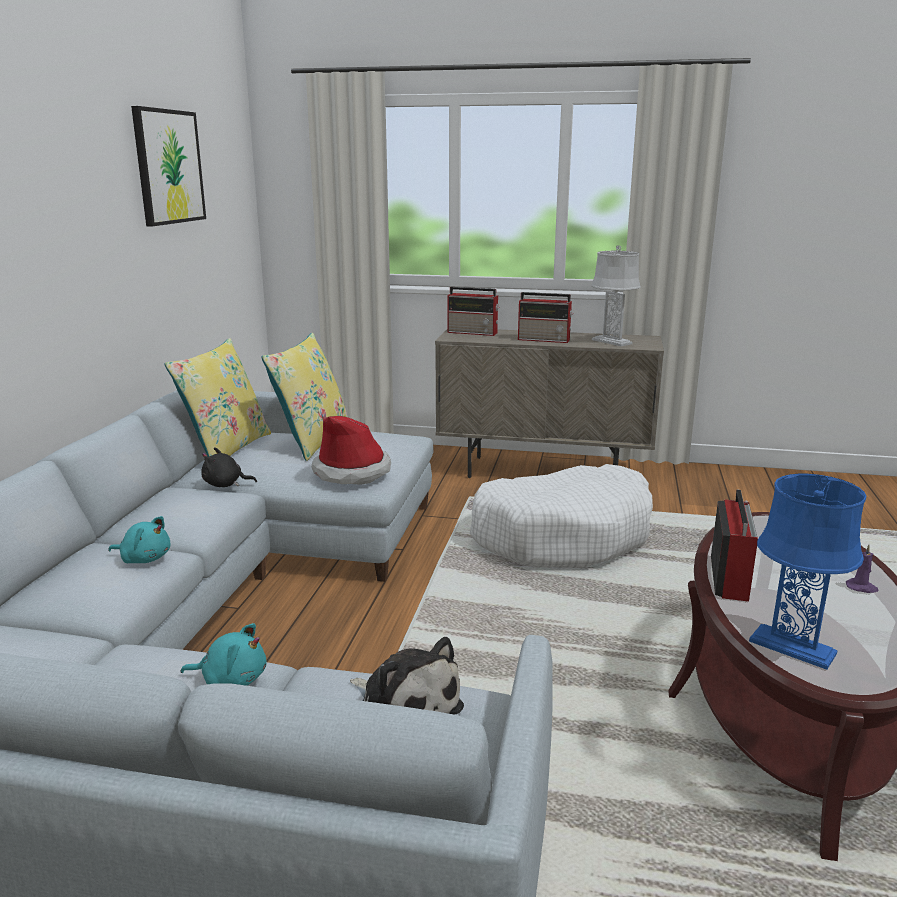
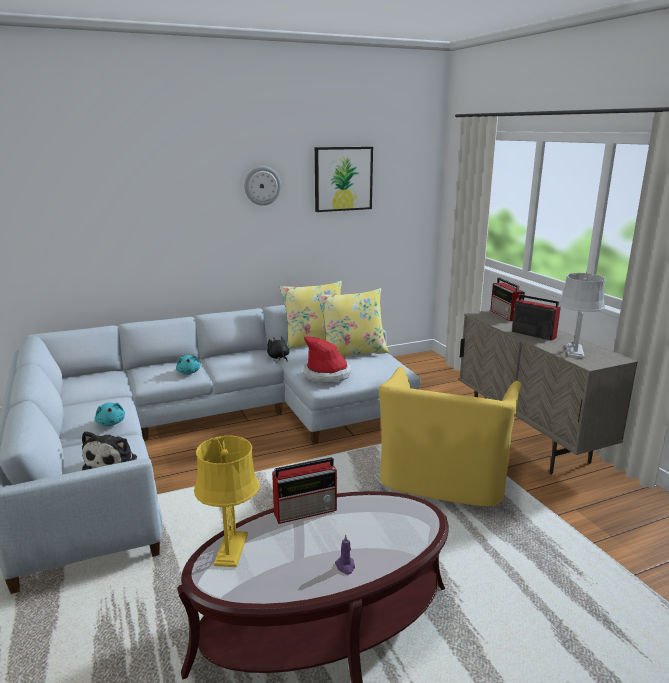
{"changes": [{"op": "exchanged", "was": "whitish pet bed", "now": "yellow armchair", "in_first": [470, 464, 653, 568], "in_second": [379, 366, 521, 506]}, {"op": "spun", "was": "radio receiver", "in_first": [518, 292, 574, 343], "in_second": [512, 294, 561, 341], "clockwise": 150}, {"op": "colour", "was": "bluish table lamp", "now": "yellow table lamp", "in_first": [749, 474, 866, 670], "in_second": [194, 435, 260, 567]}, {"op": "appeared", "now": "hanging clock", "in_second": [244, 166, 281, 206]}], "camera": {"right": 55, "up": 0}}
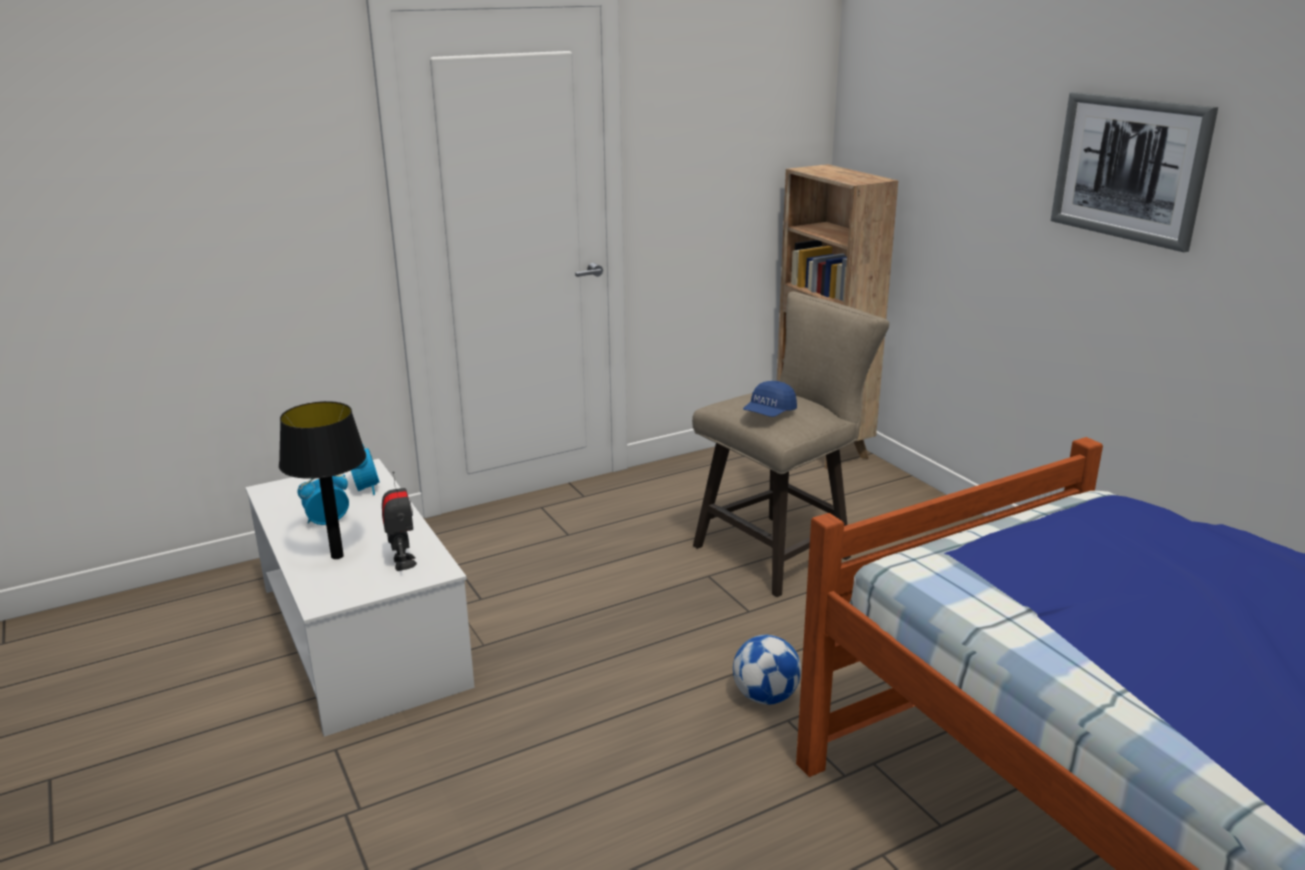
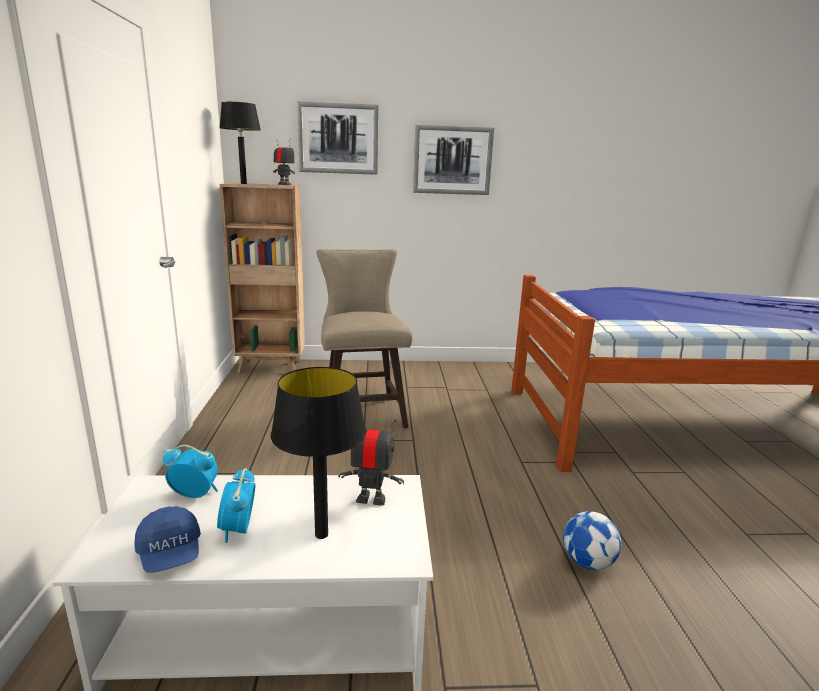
{"changes": [{"op": "relocated", "was": "ball for football", "in_first": [733, 635, 801, 705], "in_second": [563, 511, 621, 570]}, {"op": "relocated", "was": "bluish peaked cap", "in_first": [743, 381, 797, 417], "in_second": [135, 506, 201, 573]}, {"op": "appeared", "now": "black table lamp", "in_second": [219, 102, 261, 184]}, {"op": "appeared", "now": "robot figure", "in_second": [273, 140, 295, 185]}, {"op": "appeared", "now": "picture", "in_second": [297, 101, 378, 175]}], "camera": {"right": -65, "up": -5}}
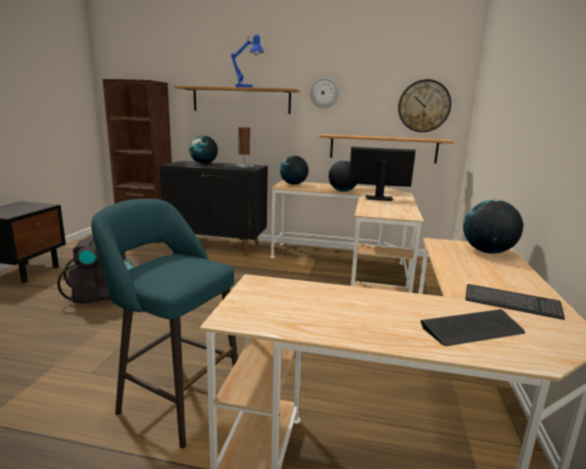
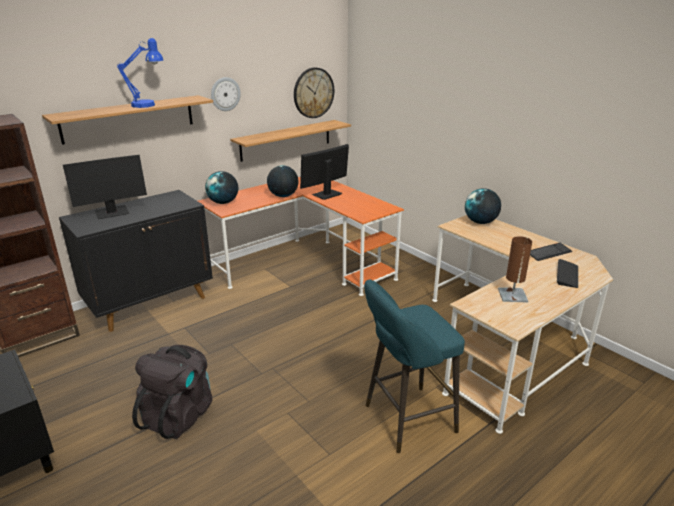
{"changes": [{"op": "exchanged", "was": "globe", "now": "computer display", "in_first": [189, 136, 218, 164], "in_second": [63, 155, 147, 219]}, {"op": "relocated", "was": "brown-coloured table lamp", "in_first": [234, 127, 255, 168], "in_second": [498, 236, 532, 303]}, {"op": "colour", "was": "beige desk table", "now": "orange desk table", "in_first": [270, 181, 424, 293], "in_second": [198, 177, 404, 296]}], "camera": {"right": -50, "up": 10}}
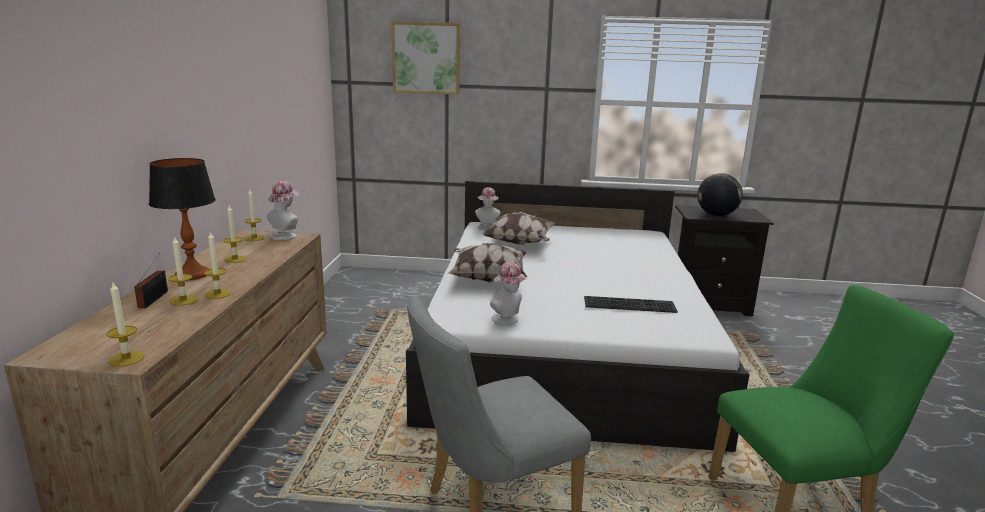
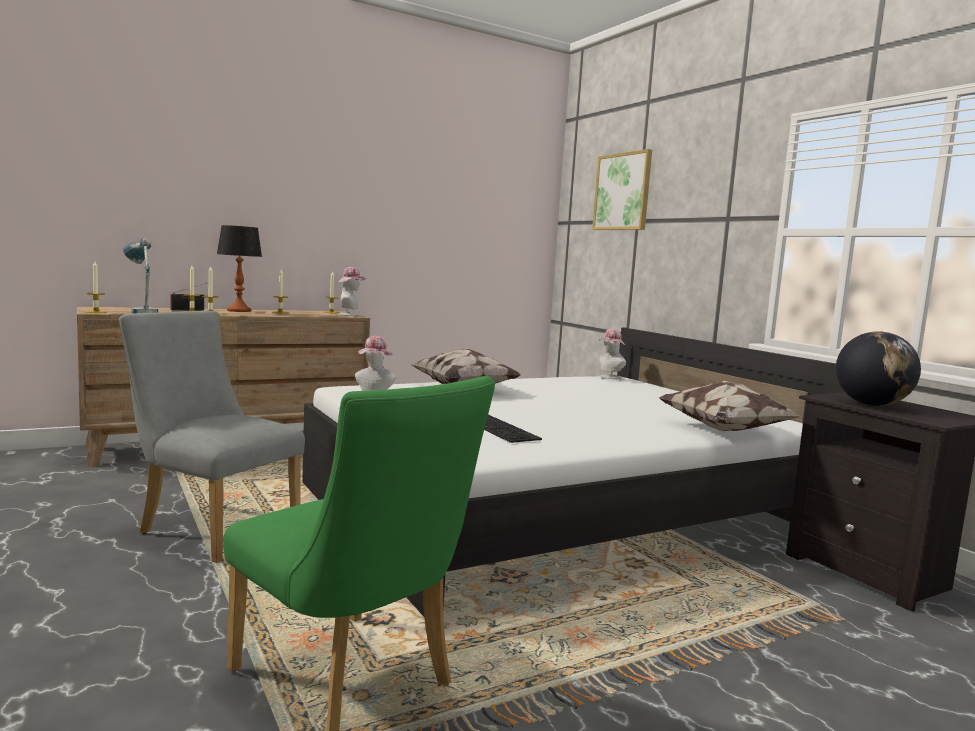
{"changes": [{"op": "relocated", "was": "throw pillow", "in_first": [483, 212, 556, 245], "in_second": [659, 381, 803, 431]}, {"op": "appeared", "now": "table lamp", "in_second": [123, 238, 158, 313]}], "camera": {"right": 55, "up": -10}}
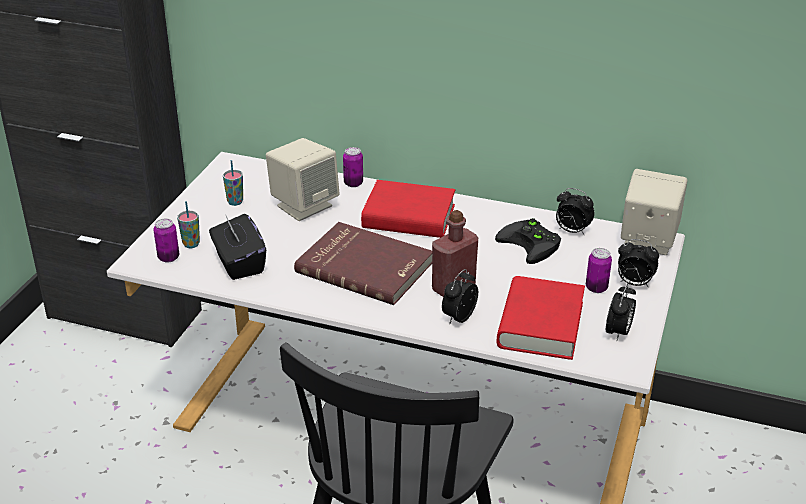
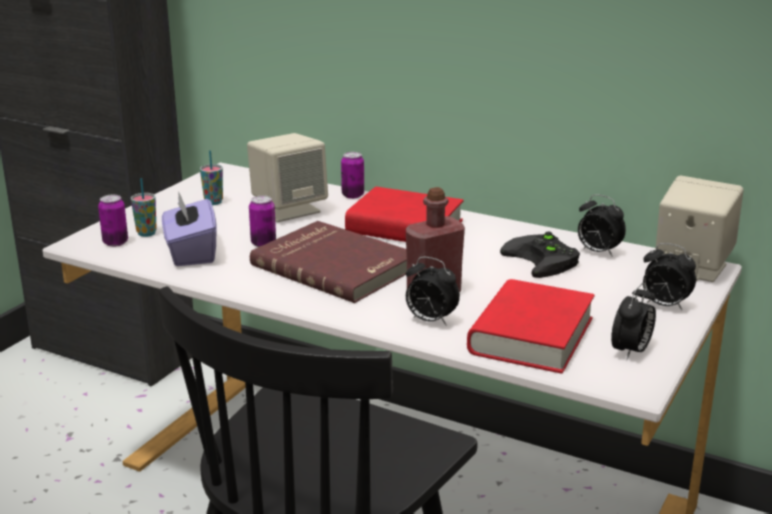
{"changes": [{"op": "colour", "was": "black tissue holder", "now": "purple-coloured tissue holder", "in_first": [209, 214, 266, 280], "in_second": [162, 191, 216, 266]}, {"op": "spun", "was": "bedside clock", "in_first": [442, 269, 478, 325], "in_second": [406, 257, 460, 326], "clockwise": -105}, {"op": "relocated", "was": "metal can", "in_first": [586, 248, 612, 293], "in_second": [249, 195, 276, 247]}], "camera": {"right": 10, "up": -10}}
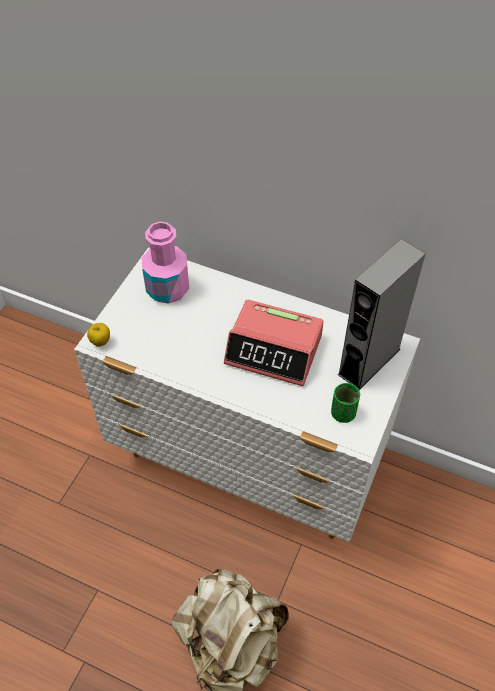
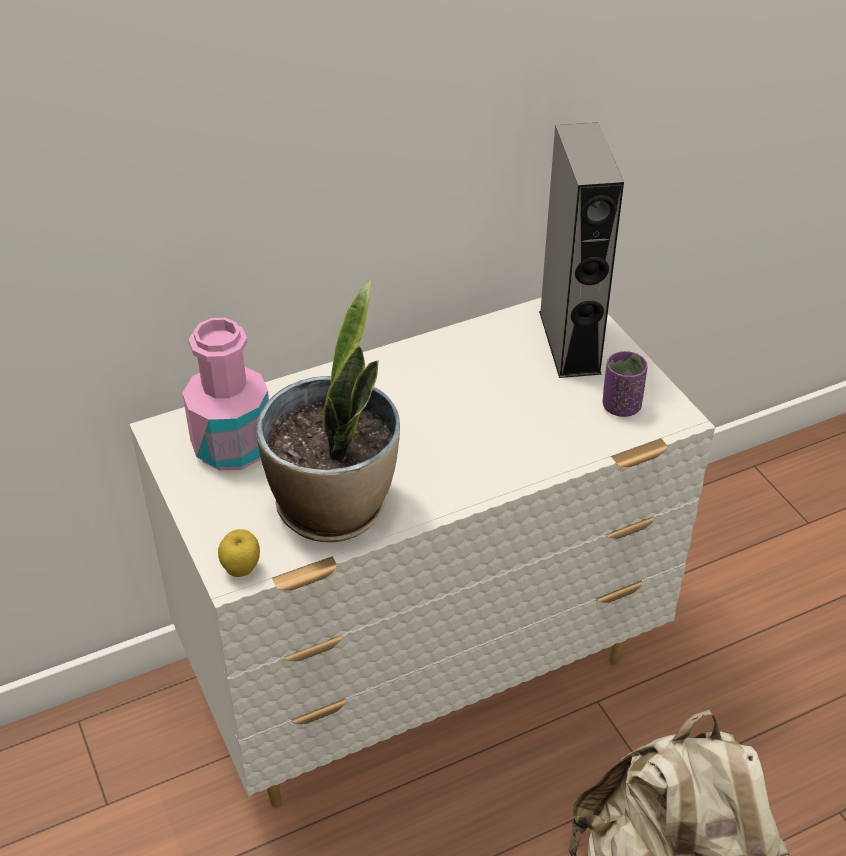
{"changes": [{"op": "missing", "was": "bedside clock", "in_first": [224, 300, 324, 386]}, {"op": "colour", "was": "green-coloured small cup", "now": "purple-coloured small cup", "in_first": [331, 383, 360, 423], "in_second": [602, 351, 648, 417]}, {"op": "appeared", "now": "houseplant", "in_second": [256, 281, 400, 542]}], "camera": {"right": -50, "up": -10}}
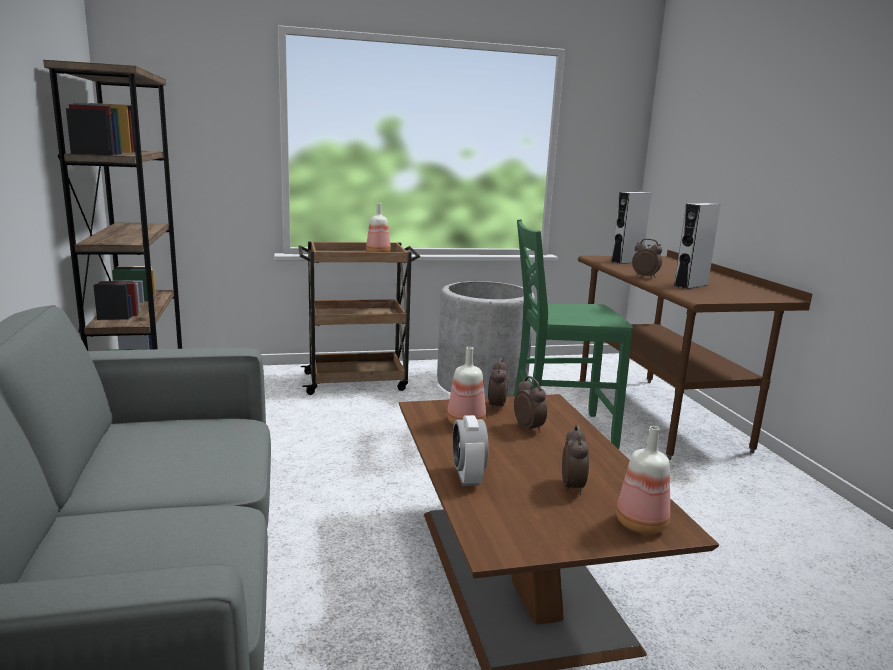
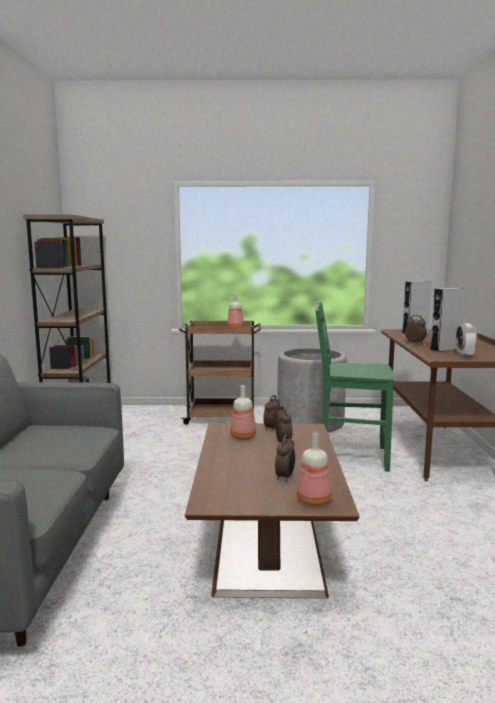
{"changes": [{"op": "relocated", "was": "bedside clock", "in_first": [452, 415, 489, 486], "in_second": [456, 323, 477, 358]}], "camera": {"right": 15, "up": -5}}
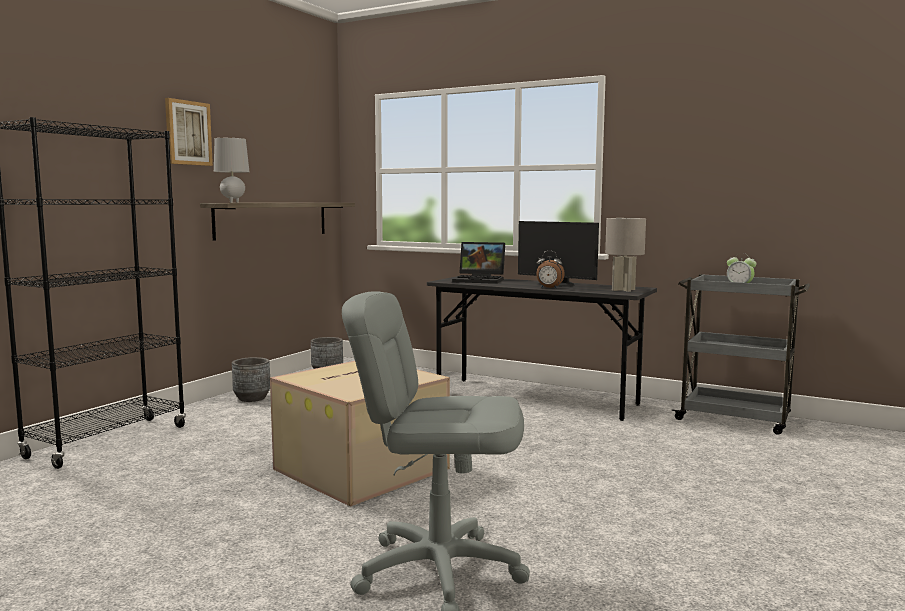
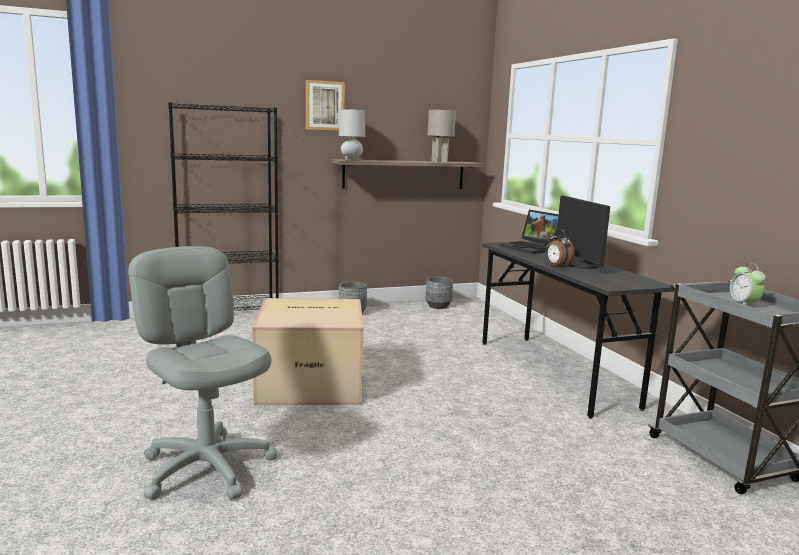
{"changes": [{"op": "relocated", "was": "grey table lamp", "in_first": [605, 218, 646, 292], "in_second": [428, 110, 456, 162]}], "camera": {"right": 40, "up": 5}}
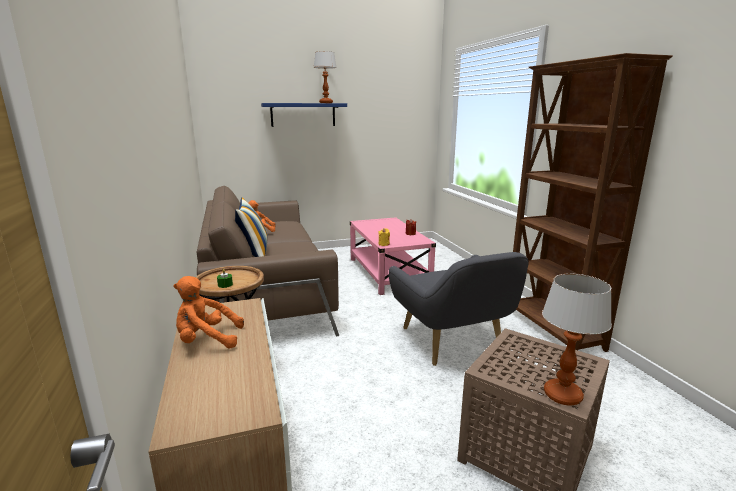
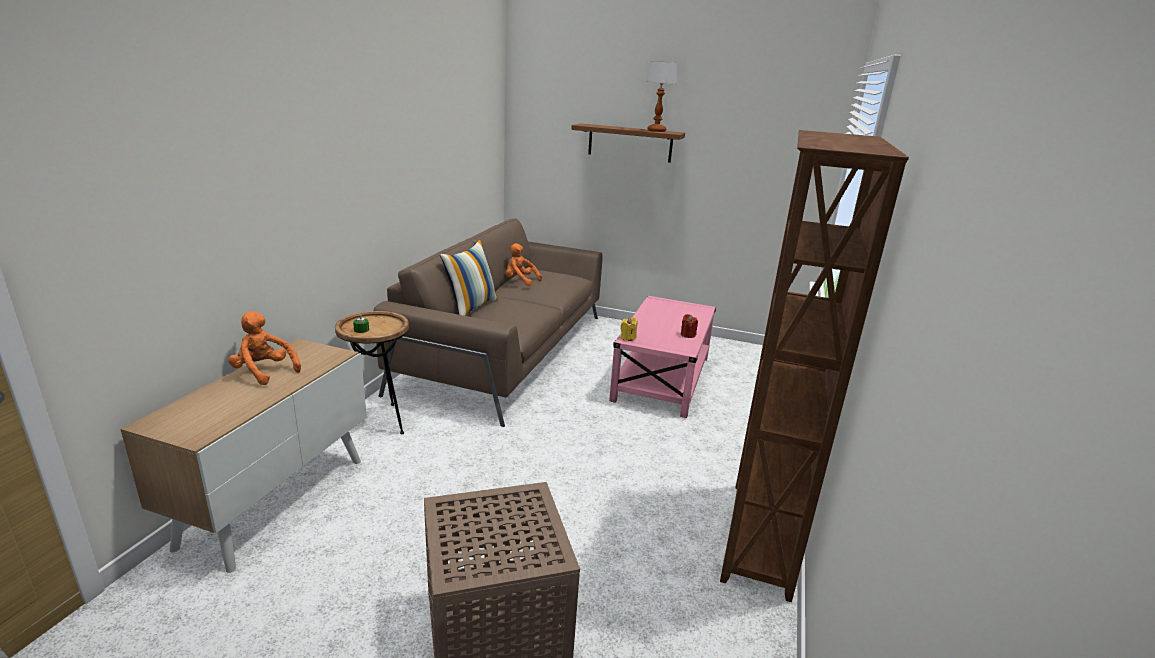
{"changes": [{"op": "colour", "was": "bluish shelf", "now": "brown-coloured shelf", "in_first": [261, 103, 347, 127], "in_second": [571, 123, 685, 163]}, {"op": "missing", "was": "grey armchair", "in_first": [389, 252, 529, 366]}, {"op": "missing", "was": "table lamp", "in_first": [542, 274, 612, 406]}], "camera": {"right": 35, "up": 5}}
